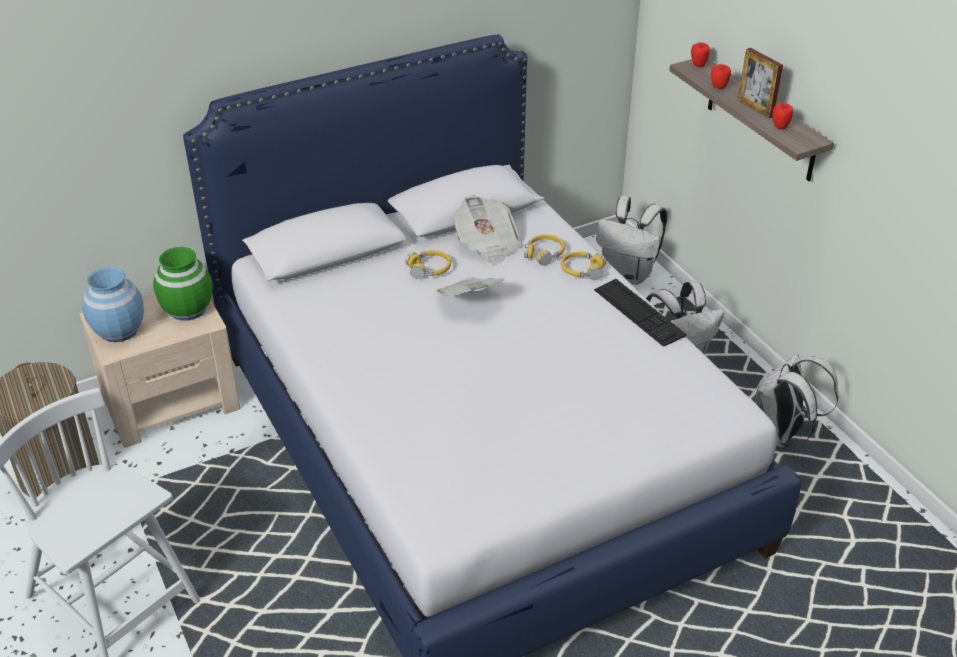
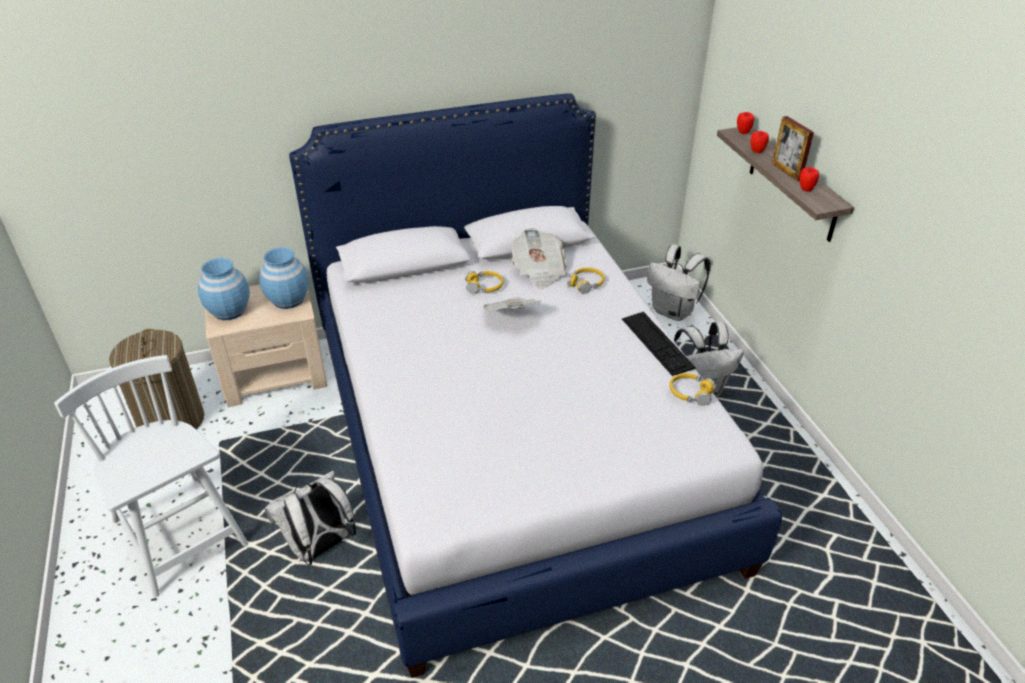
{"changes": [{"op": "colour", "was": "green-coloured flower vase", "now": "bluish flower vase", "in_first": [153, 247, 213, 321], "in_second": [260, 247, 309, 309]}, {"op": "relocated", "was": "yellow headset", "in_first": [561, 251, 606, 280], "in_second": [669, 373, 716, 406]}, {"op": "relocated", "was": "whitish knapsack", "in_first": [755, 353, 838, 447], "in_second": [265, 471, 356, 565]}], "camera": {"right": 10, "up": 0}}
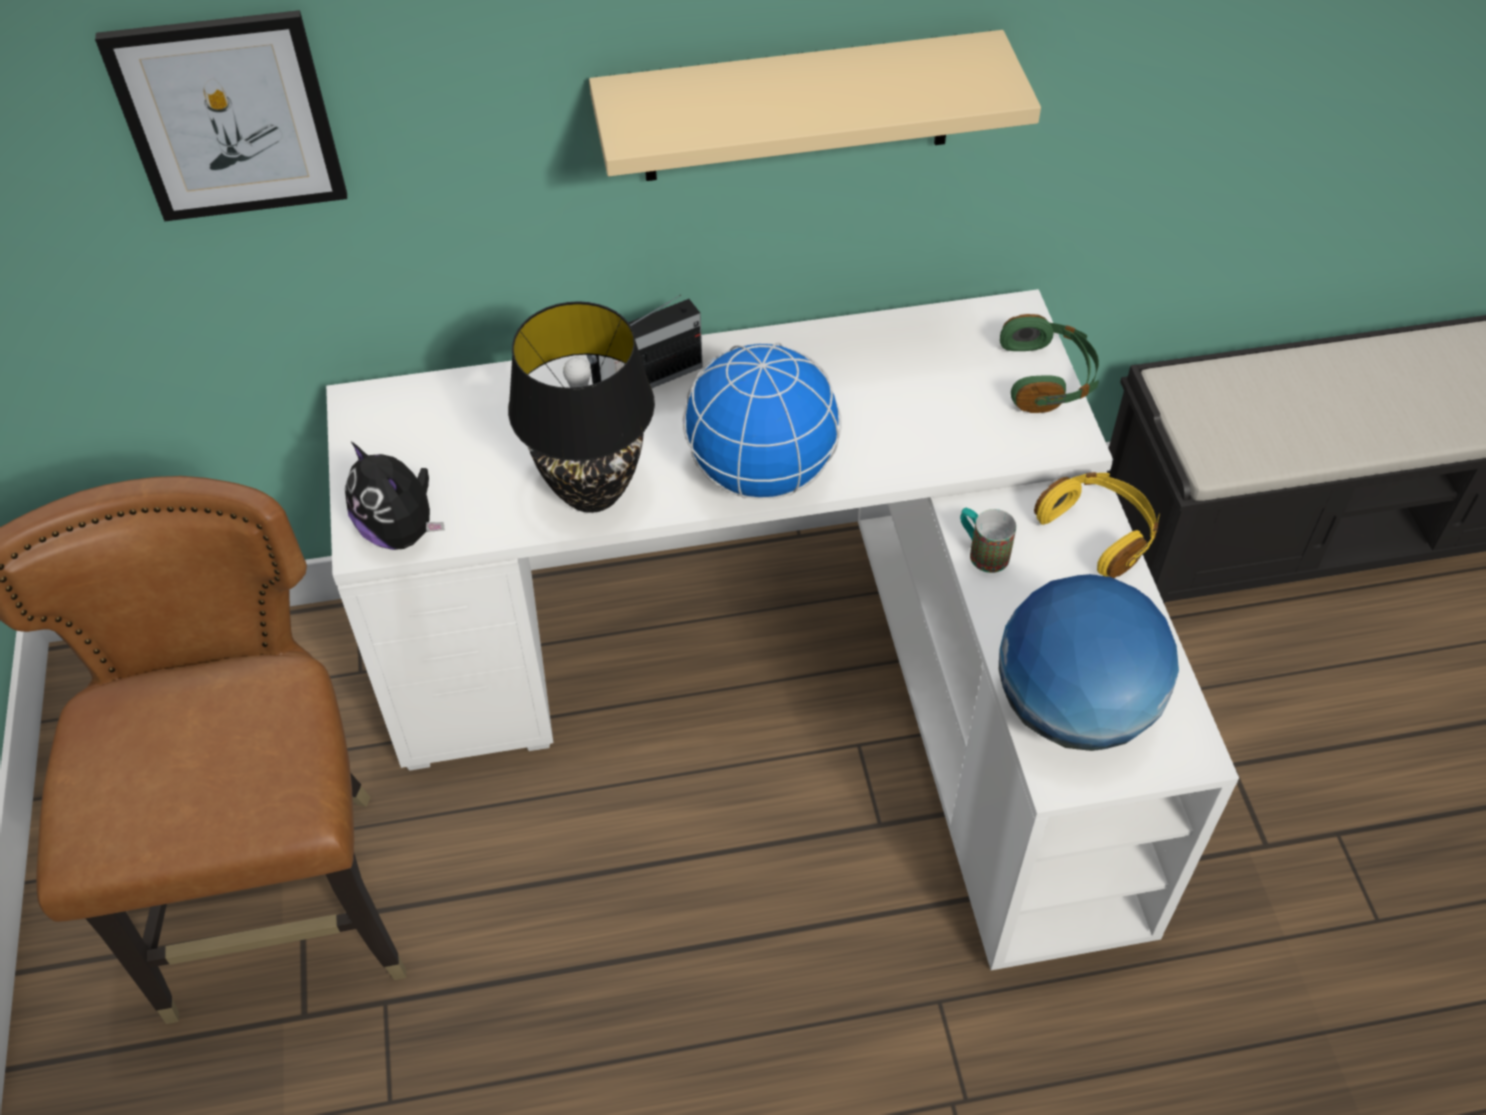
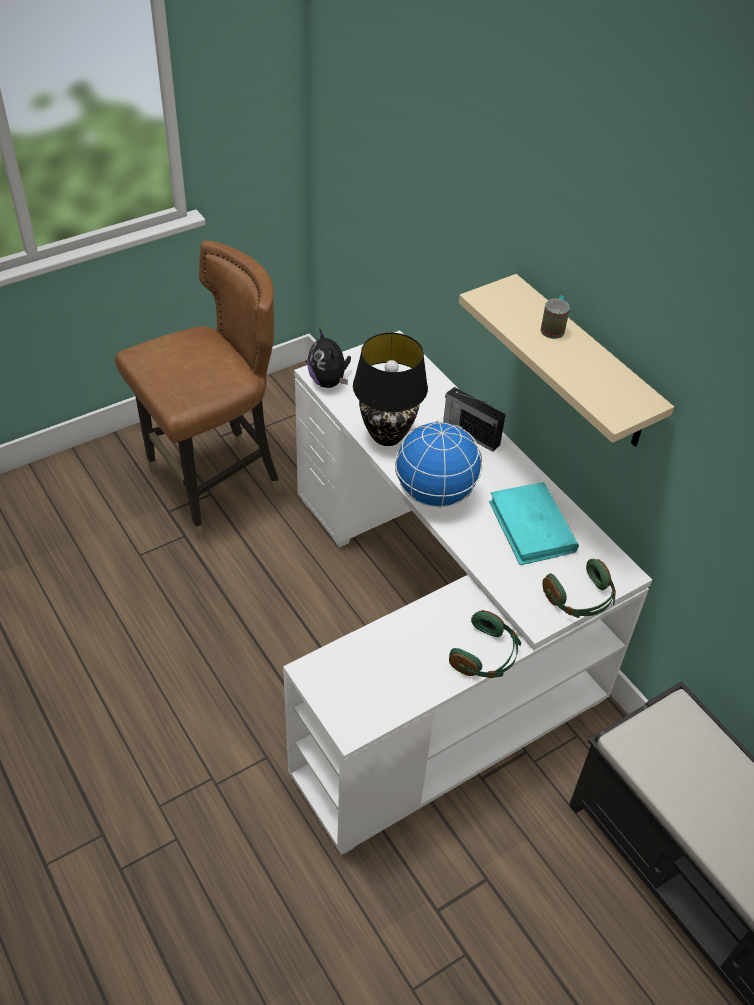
{"changes": [{"op": "missing", "was": "picture", "in_first": [95, 10, 347, 221]}, {"op": "spun", "was": "cuddly toy", "in_first": [345, 442, 445, 550], "in_second": [307, 328, 351, 388], "clockwise": -45}, {"op": "relocated", "was": "coffee mug", "in_first": [960, 508, 1016, 573], "in_second": [541, 296, 570, 339]}, {"op": "missing", "was": "globe", "in_first": [999, 574, 1179, 751]}, {"op": "colour", "was": "yellow headset", "now": "green-coloured headset", "in_first": [1034, 472, 1160, 578], "in_second": [449, 610, 521, 678]}, {"op": "appeared", "now": "turquoise bound book", "in_second": [489, 482, 579, 565]}], "camera": {"right": 65, "up": -5}}
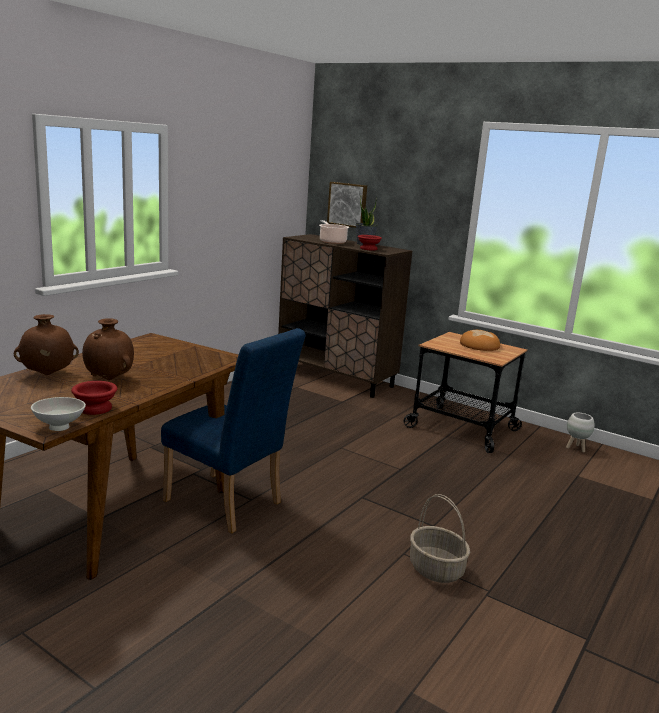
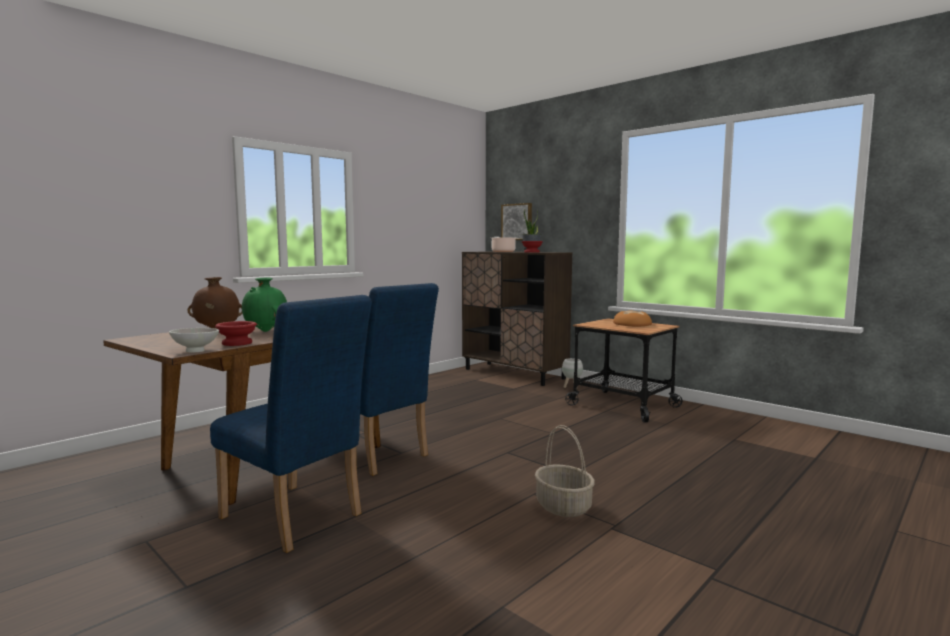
{"changes": [{"op": "colour", "was": "brown-coloured flower vase", "now": "green-coloured flower vase", "in_first": [82, 318, 134, 380], "in_second": [242, 277, 287, 332]}, {"op": "relocated", "was": "whitish plant pot", "in_first": [566, 413, 595, 453], "in_second": [562, 358, 583, 388]}, {"op": "appeared", "now": "bluish chair", "in_second": [210, 295, 372, 553]}], "camera": {"right": 10, "up": -10}}
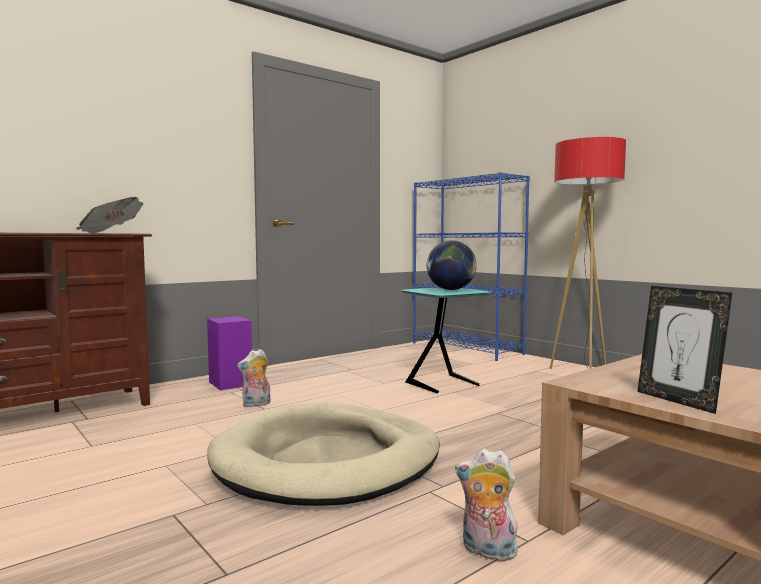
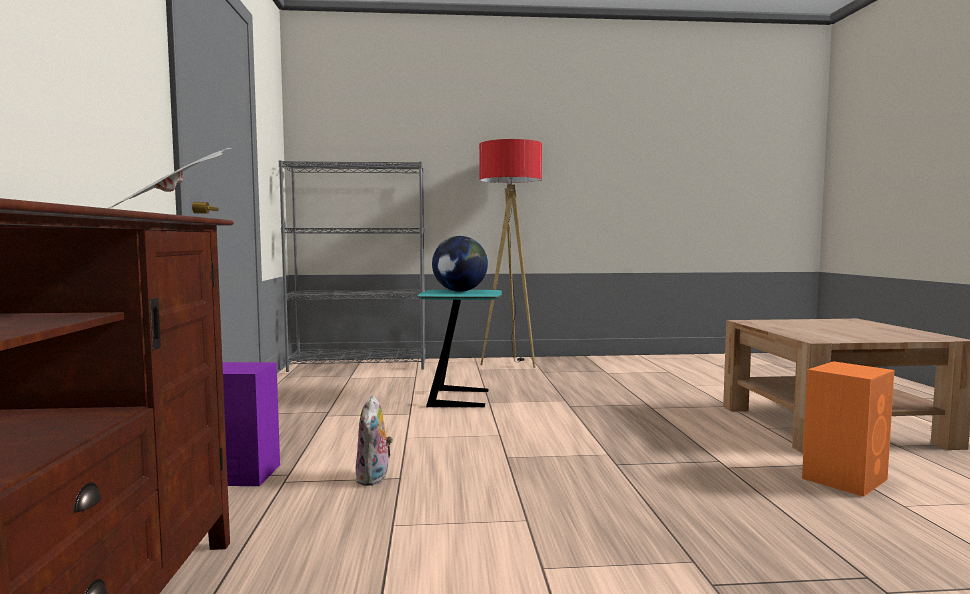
{"changes": [{"op": "missing", "was": "beige pet bed", "in_first": [207, 402, 440, 506]}, {"op": "colour", "was": "bluish shelving unit", "now": "grey shelving unit", "in_first": [413, 172, 530, 361], "in_second": [279, 160, 426, 372]}, {"op": "exchanged", "was": "cuddly toy", "now": "orange audio speaker", "in_first": [455, 449, 520, 561], "in_second": [802, 361, 894, 497]}, {"op": "missing", "was": "standing frame", "in_first": [637, 286, 732, 414]}], "camera": {"right": -55, "up": 0}}
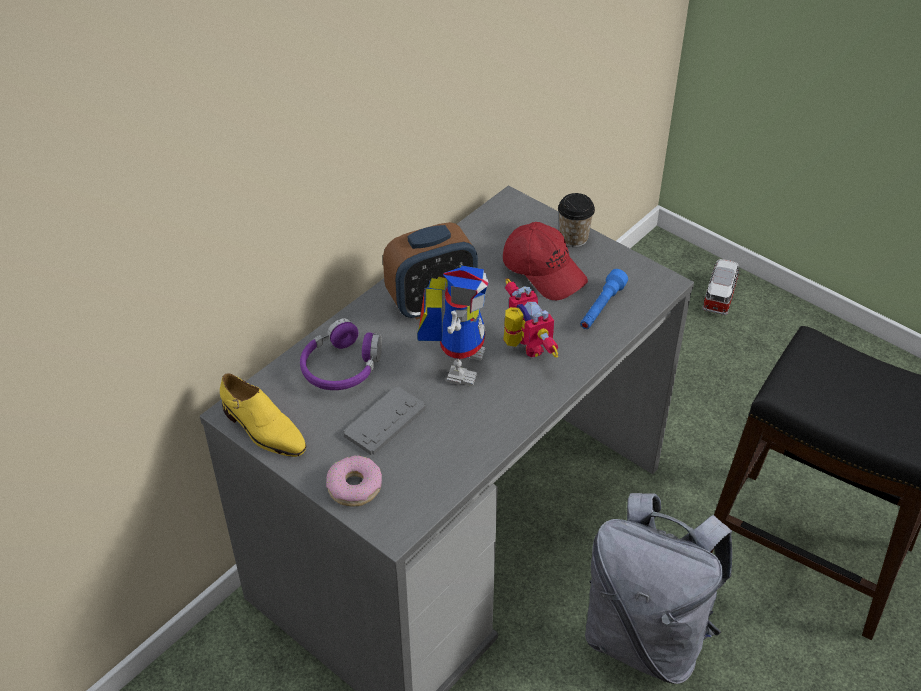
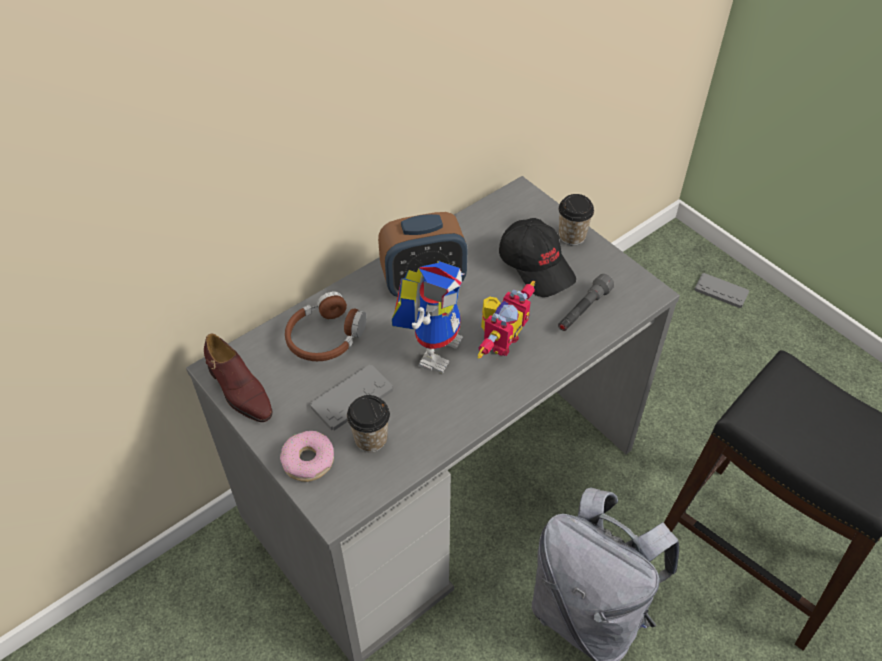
{"changes": [{"op": "colour", "was": "yellow item of footwear", "now": "brown-coloured item of footwear", "in_first": [220, 373, 306, 457], "in_second": [204, 334, 273, 422]}, {"op": "colour", "was": "purple-coloured headset", "now": "brown-coloured headset", "in_first": [300, 318, 382, 390], "in_second": [285, 291, 367, 361]}, {"op": "colour", "was": "reddish peaked cap", "now": "black peaked cap", "in_first": [503, 222, 588, 300], "in_second": [499, 218, 576, 297]}, {"op": "spun", "was": "robot figure", "in_first": [503, 278, 558, 358], "in_second": [478, 281, 535, 358], "clockwise": 45}, {"op": "colour", "was": "bluish flashlight", "now": "grey flashlight", "in_first": [580, 269, 628, 329], "in_second": [558, 274, 614, 331]}, {"op": "exchanged", "was": "model car", "now": "grey game controller", "in_first": [702, 259, 740, 316], "in_second": [694, 273, 749, 308]}, {"op": "appeared", "now": "small cup", "in_second": [347, 395, 390, 452]}], "camera": {"right": 10, "up": 5}}
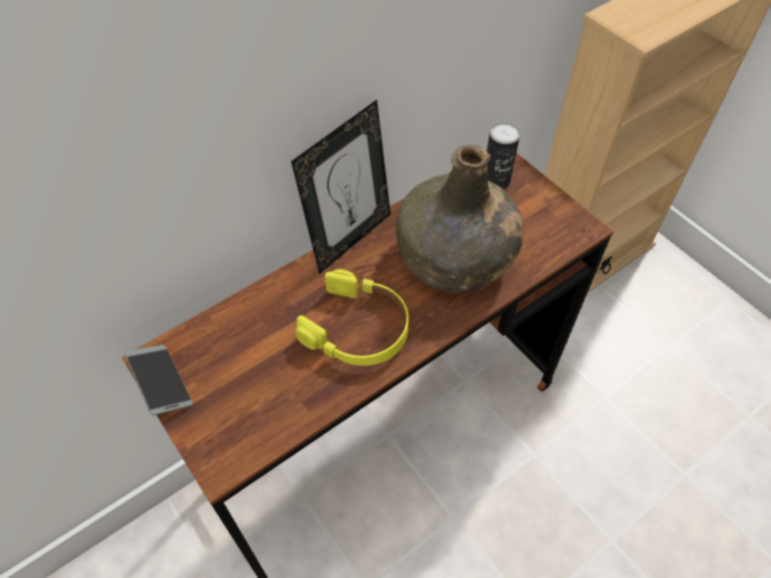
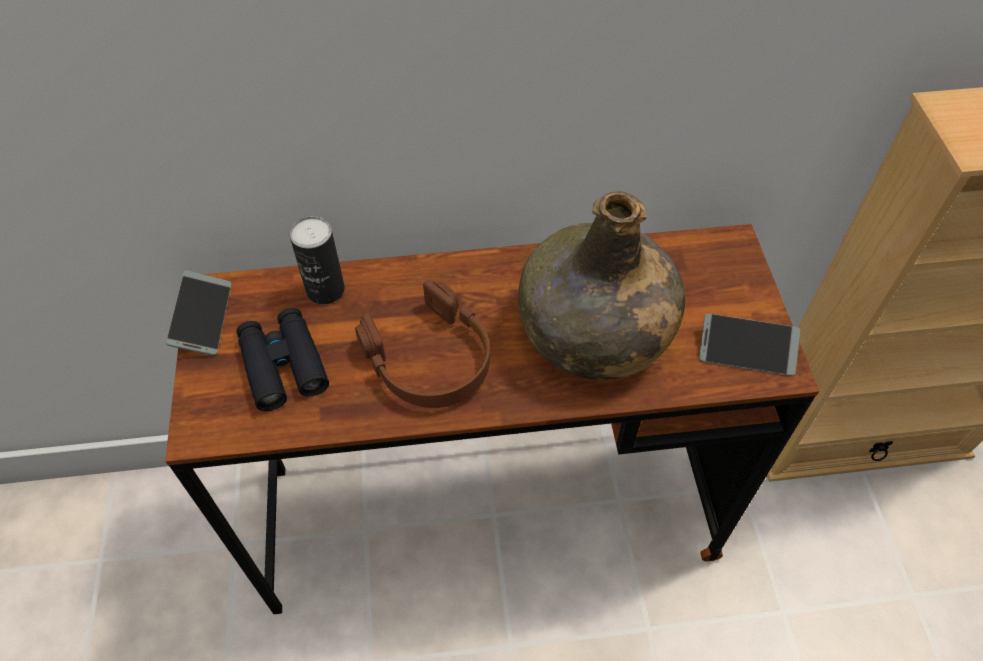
{"changes": [{"op": "missing", "was": "standing frame", "in_first": [291, 100, 391, 274]}, {"op": "colour", "was": "yellow headset", "now": "brown-coloured headset", "in_first": [295, 269, 409, 366], "in_second": [355, 280, 490, 408]}, {"op": "relocated", "was": "metal can", "in_first": [487, 123, 520, 190], "in_second": [290, 216, 345, 305]}, {"op": "appeared", "now": "black field glasses", "in_second": [236, 308, 329, 411]}, {"op": "appeared", "now": "phone", "in_second": [699, 314, 800, 376]}], "camera": {"right": 30, "up": 0}}
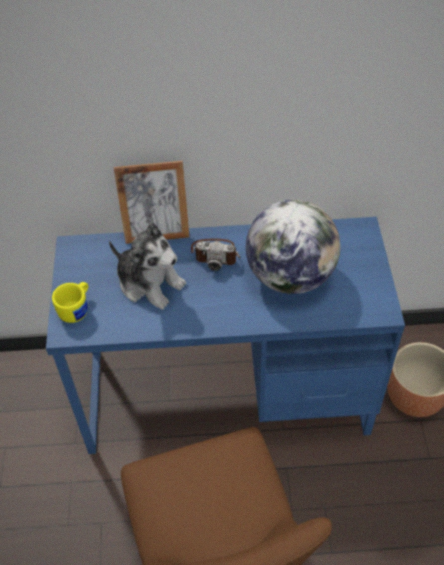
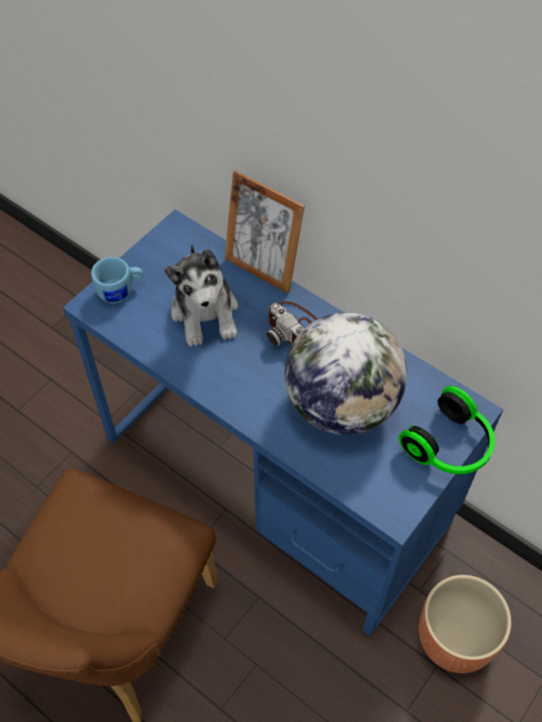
{"changes": [{"op": "colour", "was": "yellow coffee mug", "now": "bluish coffee mug", "in_first": [52, 282, 88, 323], "in_second": [91, 257, 143, 303]}, {"op": "appeared", "now": "headset", "in_second": [399, 386, 495, 474]}], "camera": {"right": 40, "up": 5}}
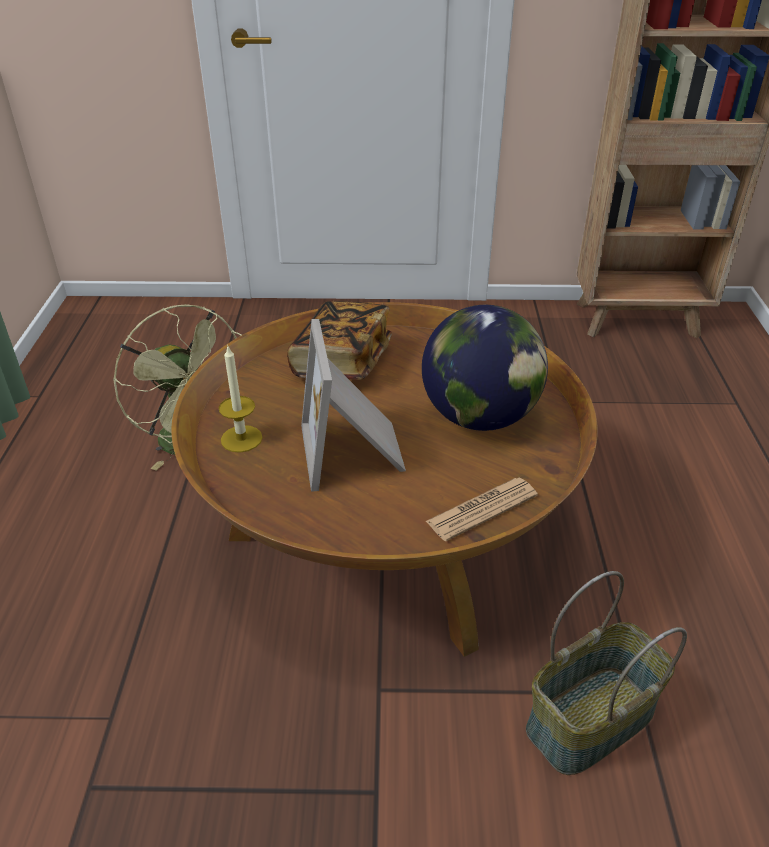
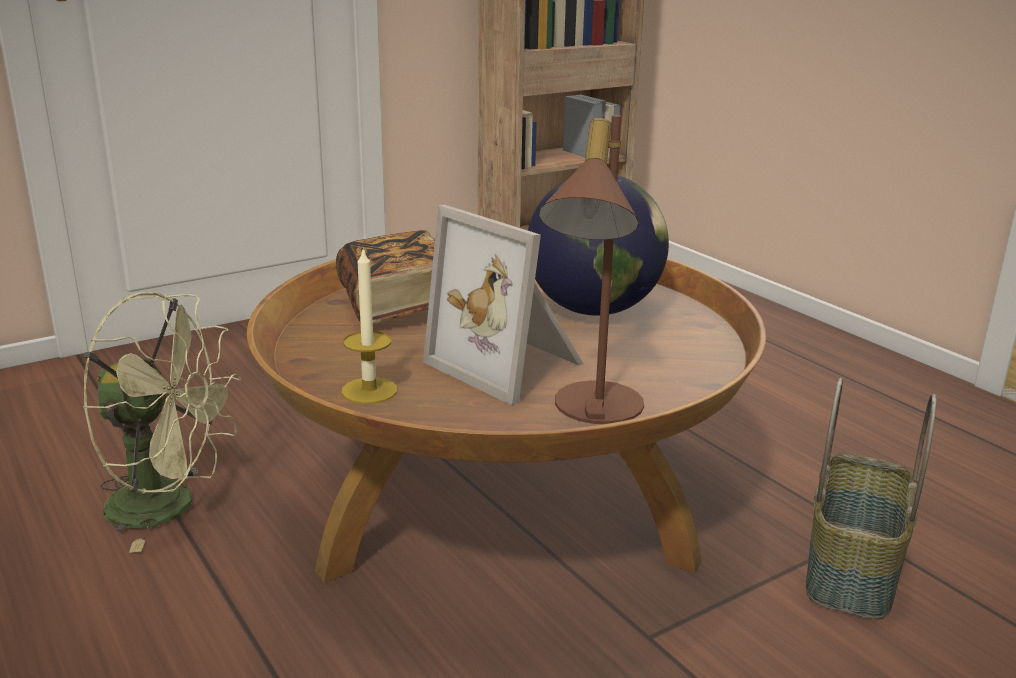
{"changes": [{"op": "missing", "was": "newspaper", "in_first": [426, 478, 538, 541]}, {"op": "appeared", "now": "brown-coloured table lamp", "in_second": [538, 115, 644, 424]}], "camera": {"right": -35, "up": -15}}
